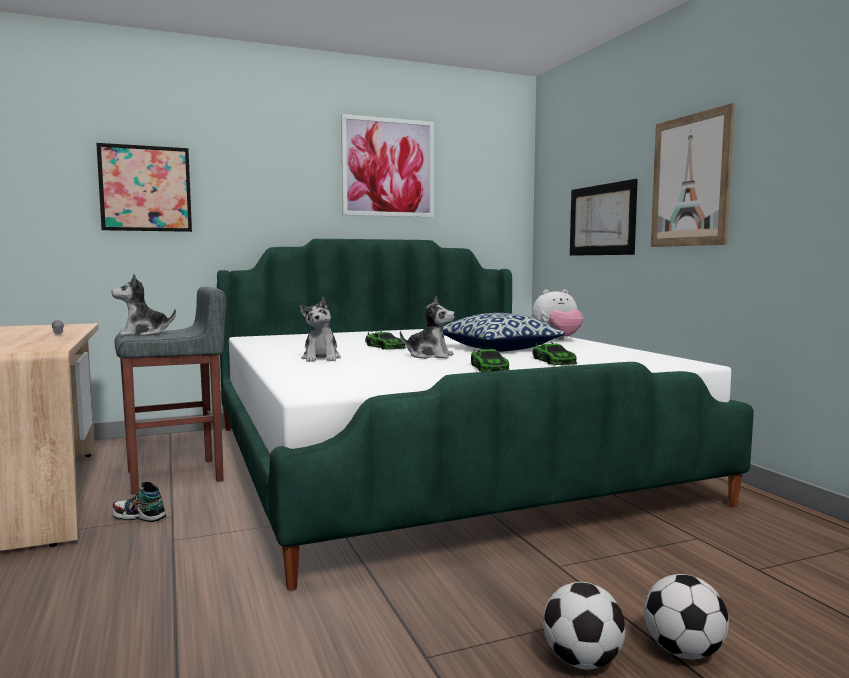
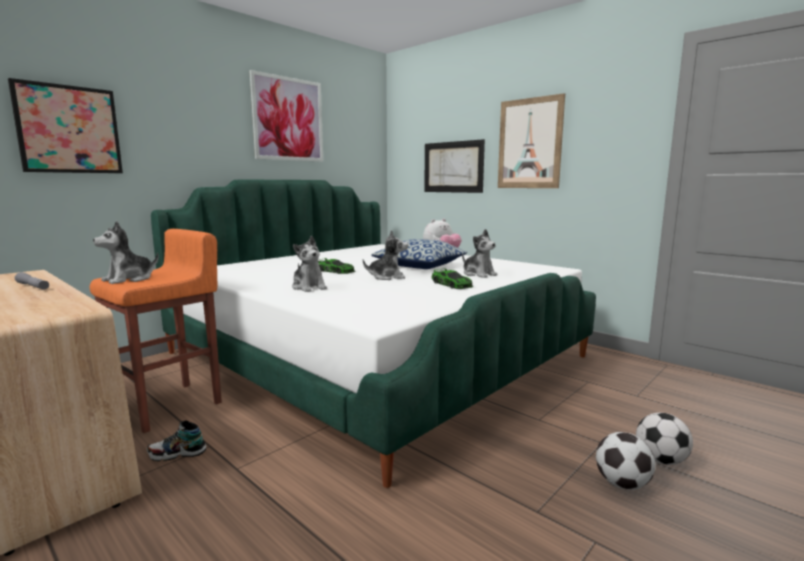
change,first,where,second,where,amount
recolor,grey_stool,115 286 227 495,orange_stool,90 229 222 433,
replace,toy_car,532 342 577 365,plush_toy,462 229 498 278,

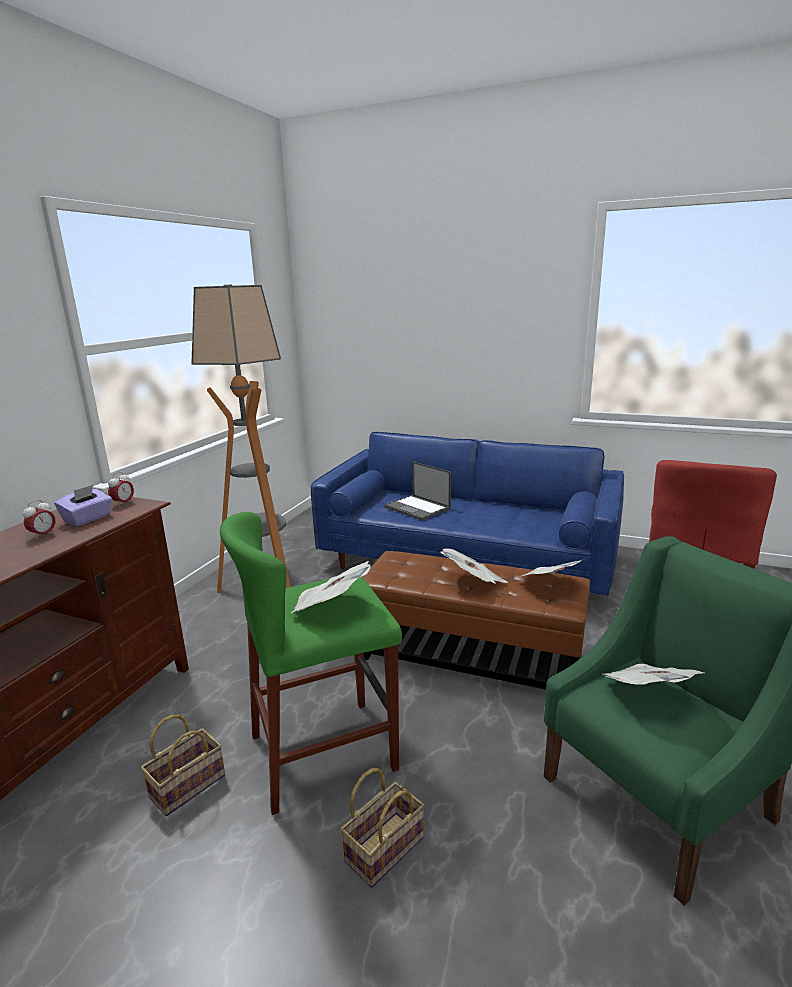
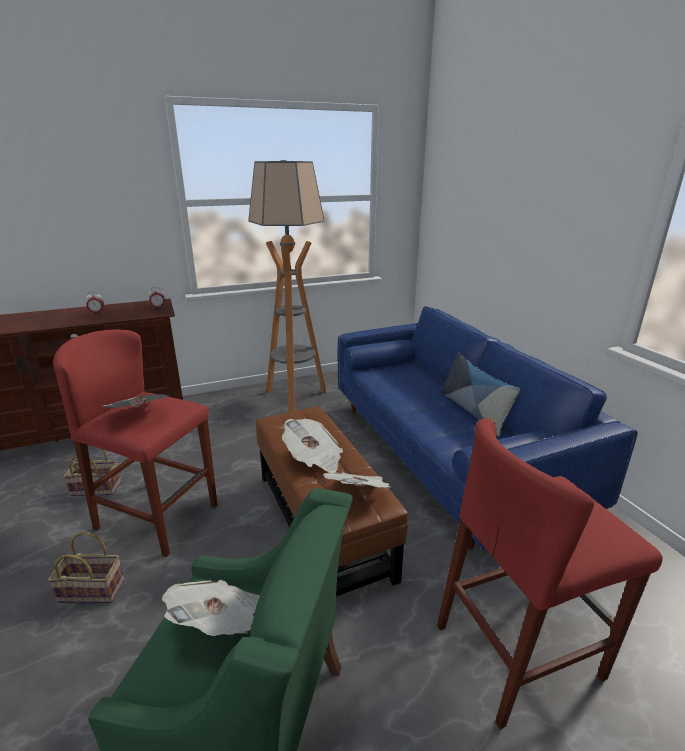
change,first,where,second,where,amount
delete,purple_tissue_box,55 485 112 526,,,
recolor,green_stool,220 512 402 815,red_stool,53 329 218 557,
delete,laptop,385 461 451 521,,,
insert,,,pillow,440 353 520 436,

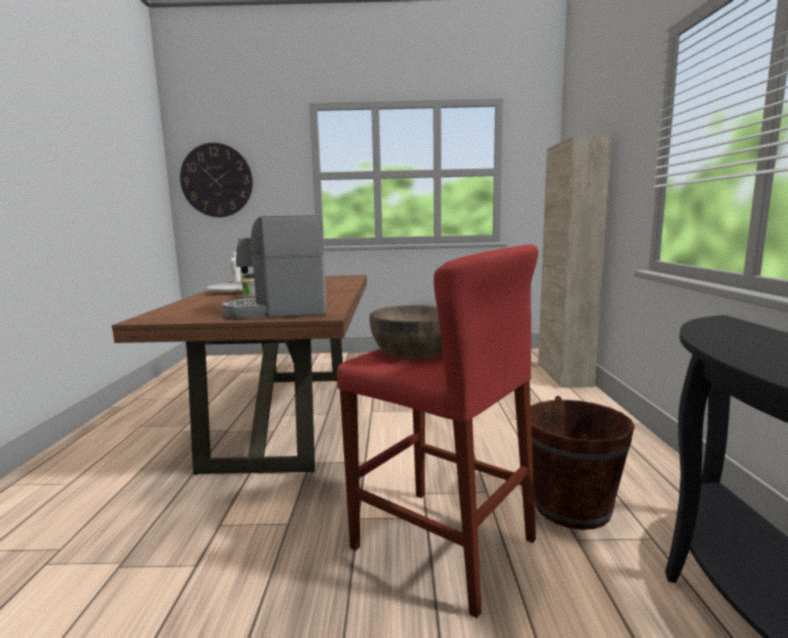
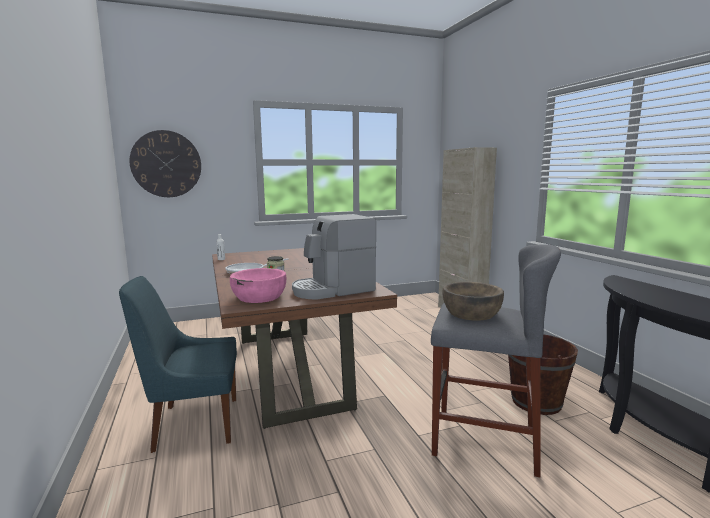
change,first,where,second,where,amount
recolor,red_stool,337 244 538 618,grey_stool,431 244 561 477,
insert,,,blue_chair,119 276 237 453,
insert,,,pink_bowl,230 268 286 303,

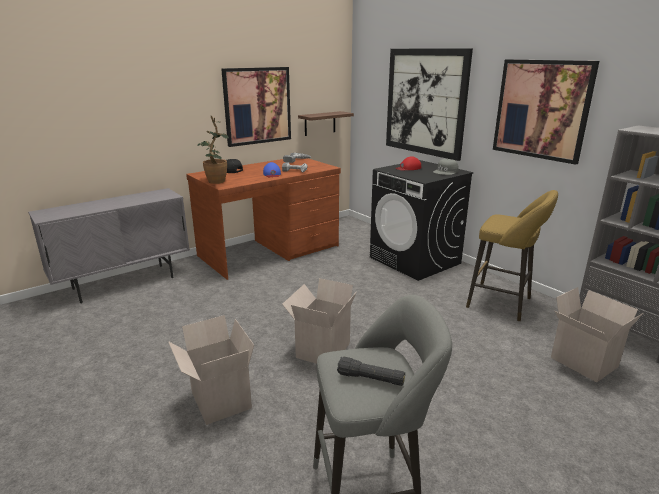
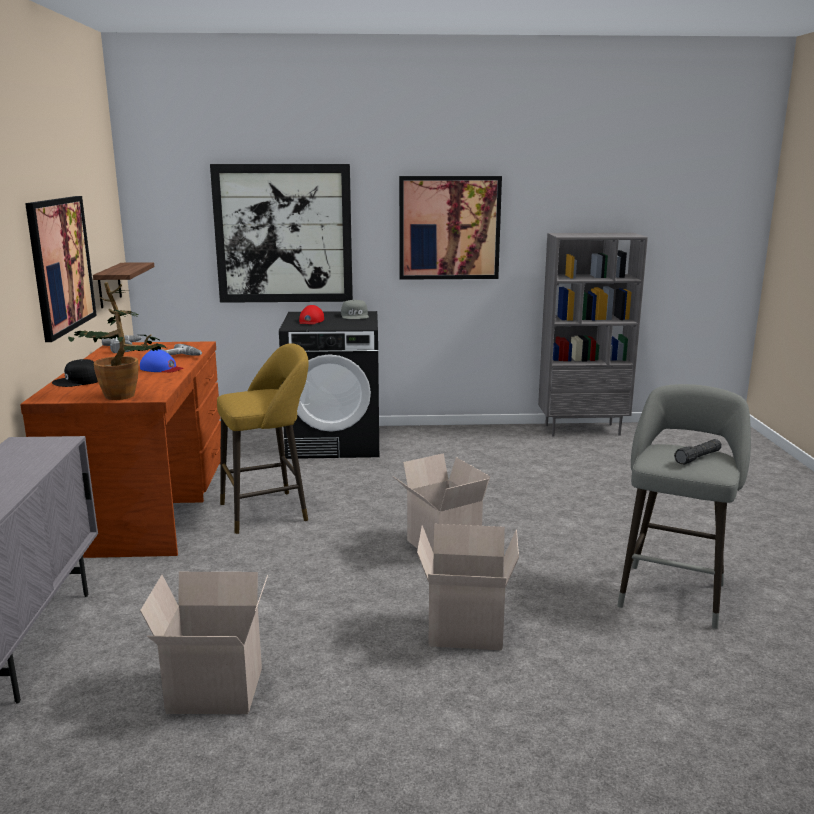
change,first,where,second,where,amount
move,yellow_stool,466 190 558 321,,217 343 309 534,
move,cardboard_box,551 287 643 382,,140 572 268 714,

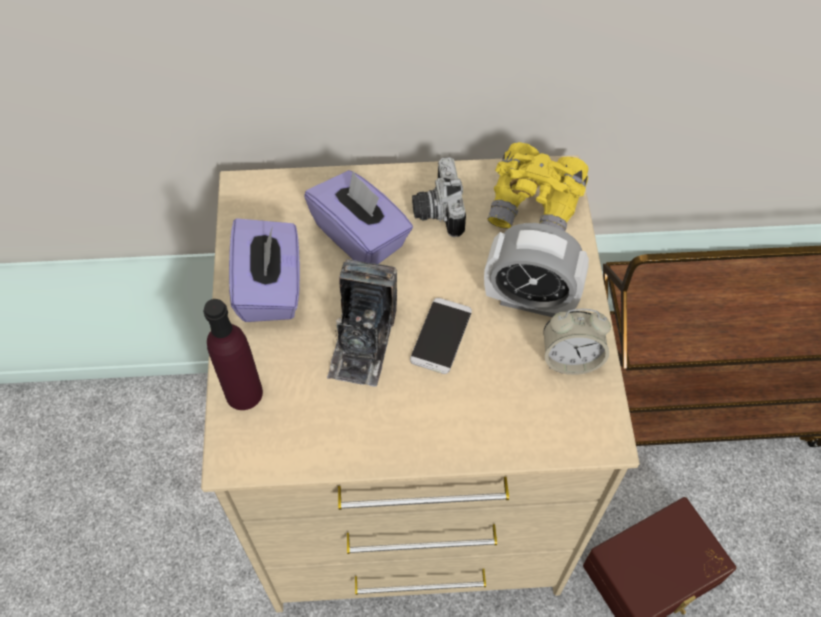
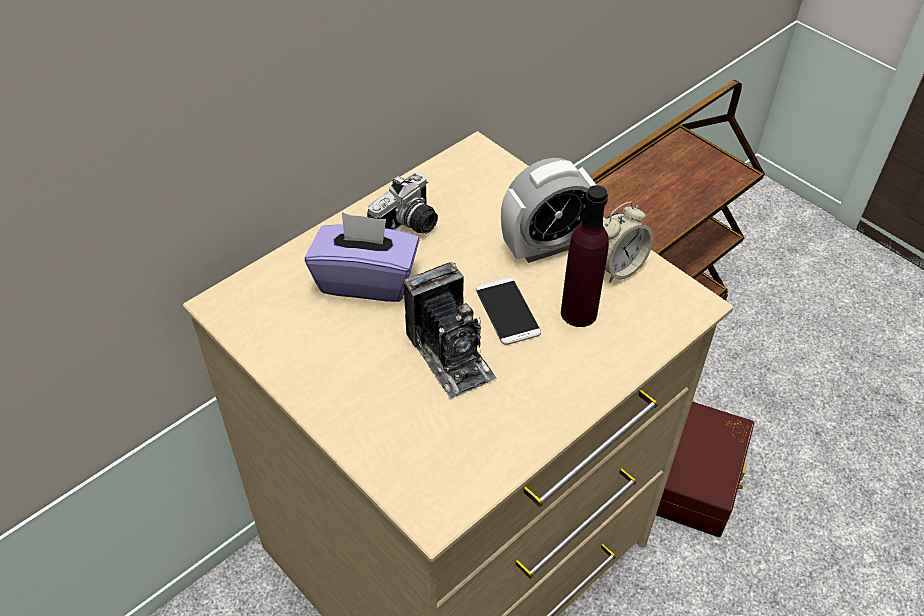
change,first,where,second,where,amount
move,purple_bottle,203 299 263 410,,561 185 609 327,
delete,purple_tissue_box,229 218 300 322,,,
rotate,photo_camera,412 157 466 237,,367 172 438 234,90 degrees counterclockwise
delete,yellow_binoculars,488 142 589 231,,,

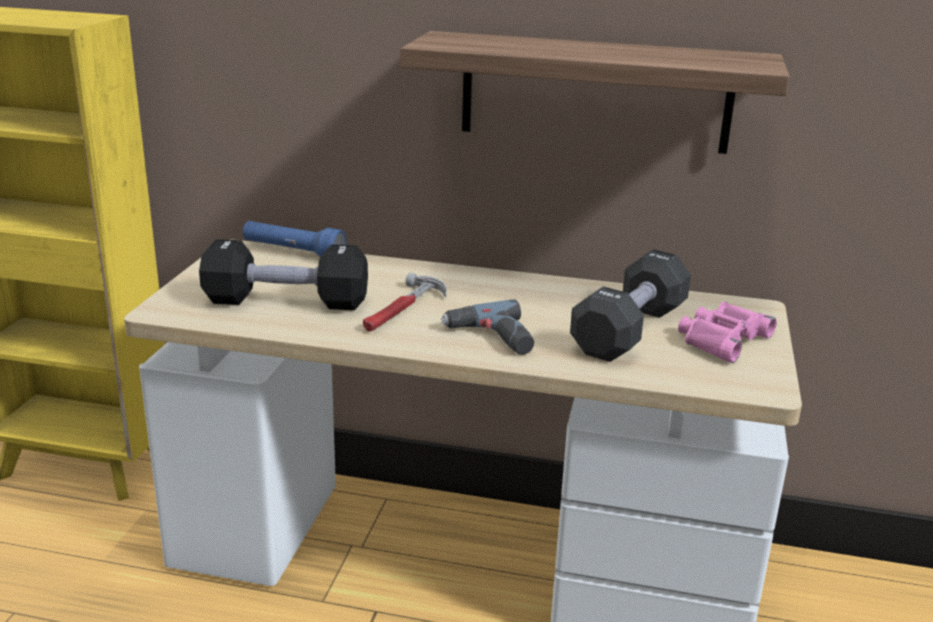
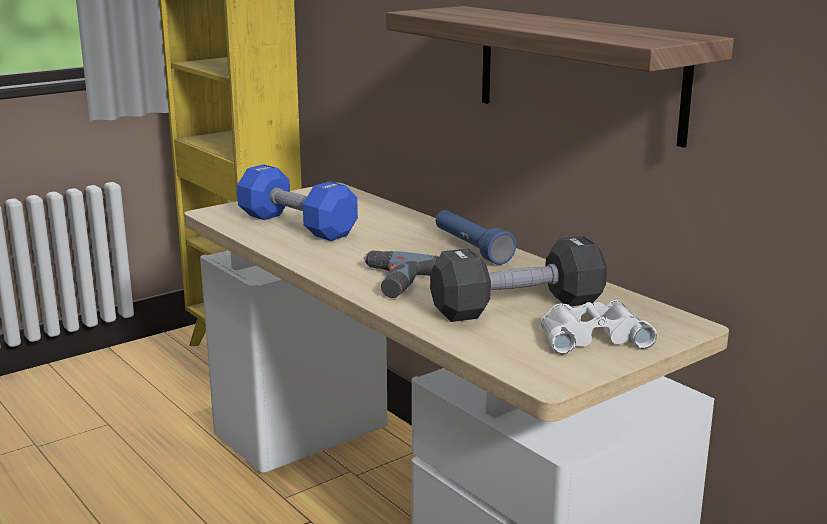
change,first,where,second,where,amount
recolor,black_dumbbell,199 239 368 310,blue_dumbbell,237 164 358 241,
move,blue_flashlight,243 221 347 258,,436 210 516 265,
delete,hammer,363 273 446 332,,,
recolor,pink_binoculars,678 302 777 363,white_binoculars,541 300 657 354,

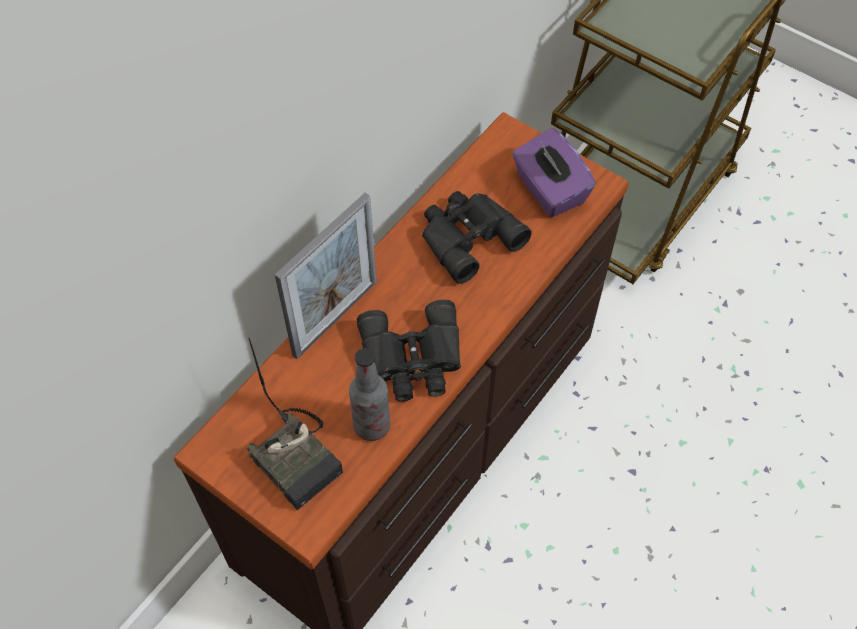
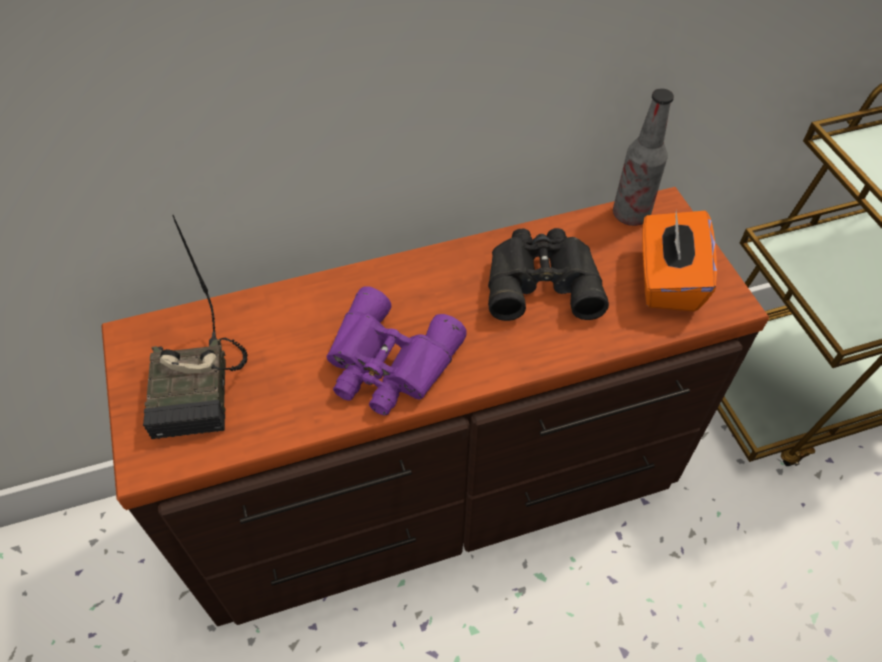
change,first,where,second,where,amount
delete,picture_frame,275 193 377 359,,,
move,bottle,349 348 390 441,,613 88 674 226,
recolor,black_binoculars,357 300 461 402,purple_binoculars,327 286 467 415,
recolor,purple_tissue_box,512 128 596 217,orange_tissue_box,642 211 717 312,

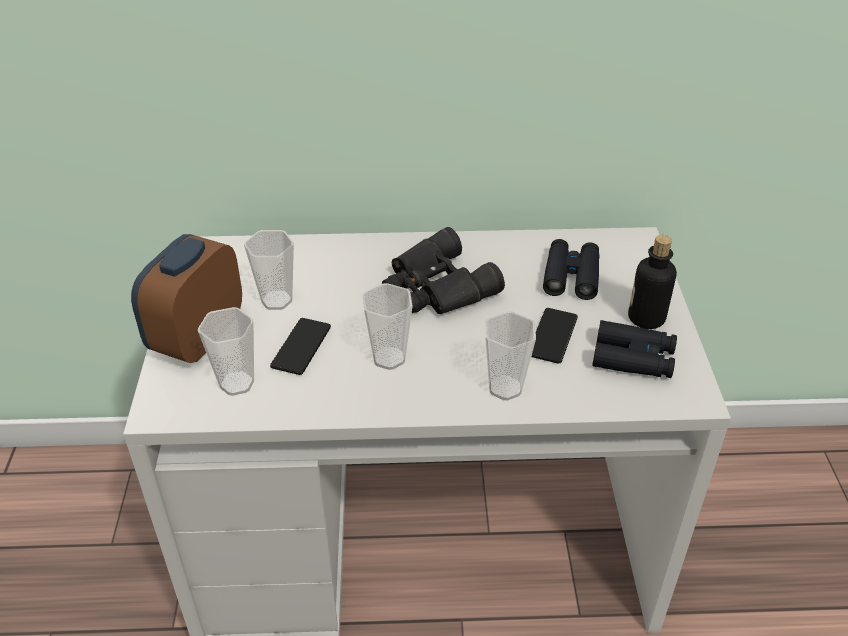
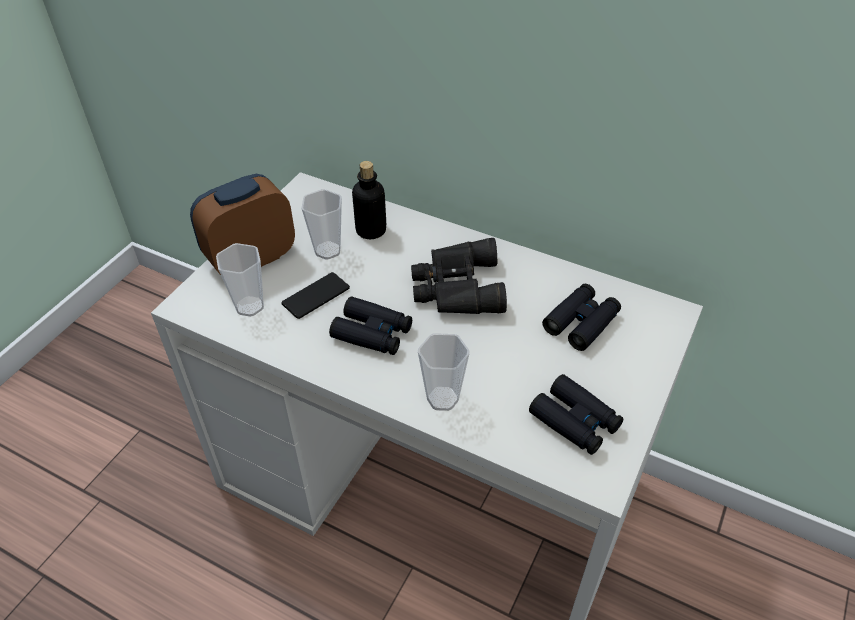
change,first,where,second,where,amount
replace,cup,362 283 413 370,black_binoculars,329 296 412 355,
delete,phone,531 308 578 364,,,
move,bottle,628 235 677 329,,352 161 387 239,

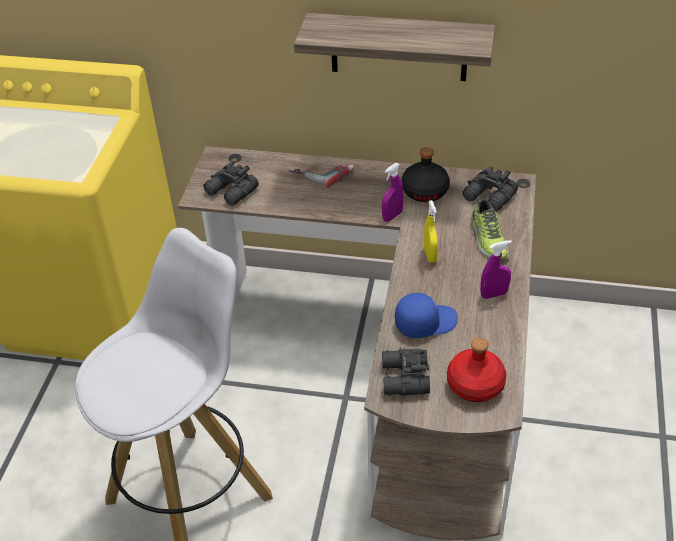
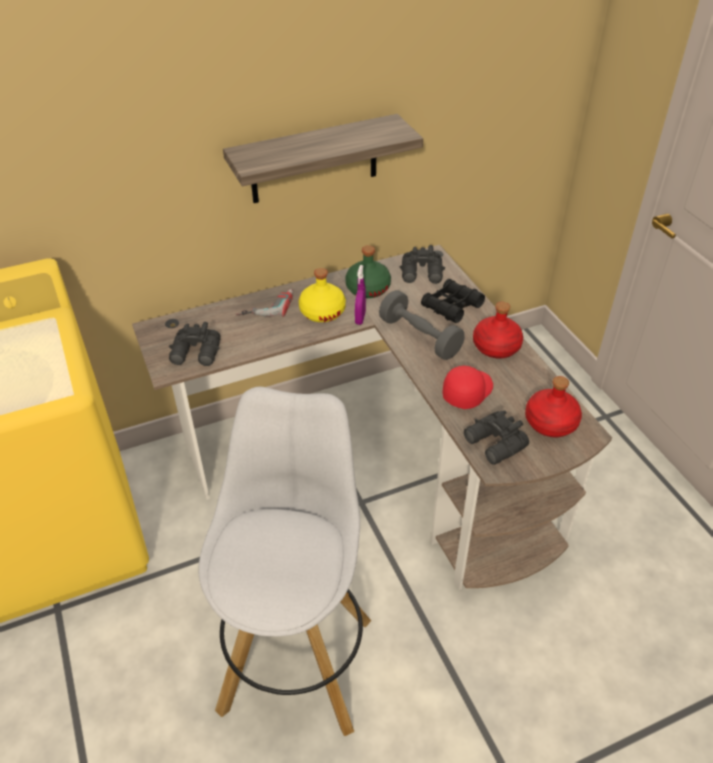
change,first,where,second,where,amount
recolor,blue_cap,395 293 458 338,red_cap,442 365 493 409,
recolor,black_bottle,402 147 450 202,green_bottle,345 245 391 298,
replace,yellow_spray_bottle,424 200 438 263,grey_dumbbell,379 290 465 360,
replace,shoe,471 198 509 259,black_binoculars,421 279 485 323,
replace,purple_spray_bottle,480 240 512 299,red_bottle,473 302 523 358,
insert,,,yellow_bottle,299 268 346 322,

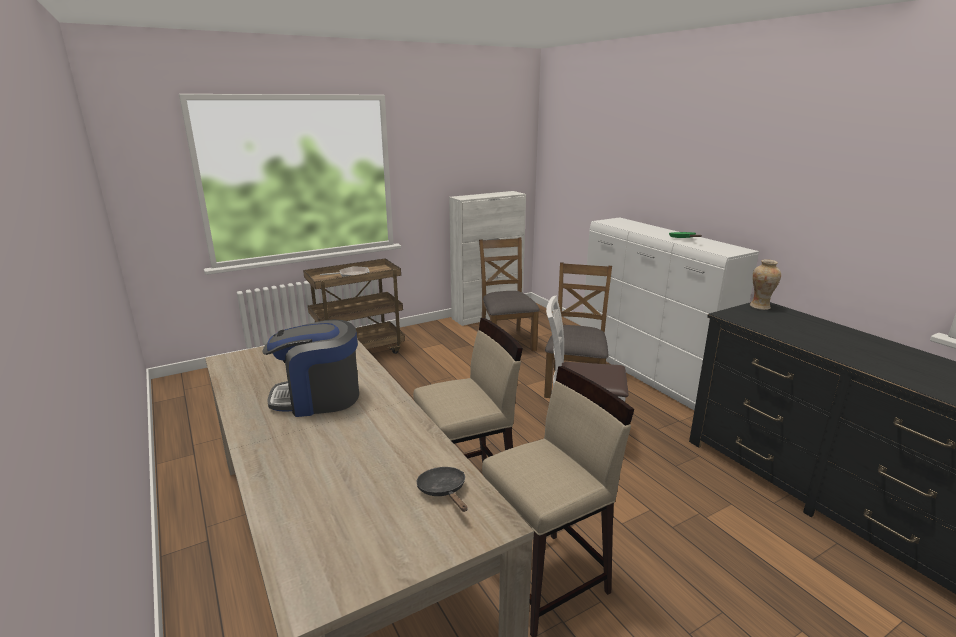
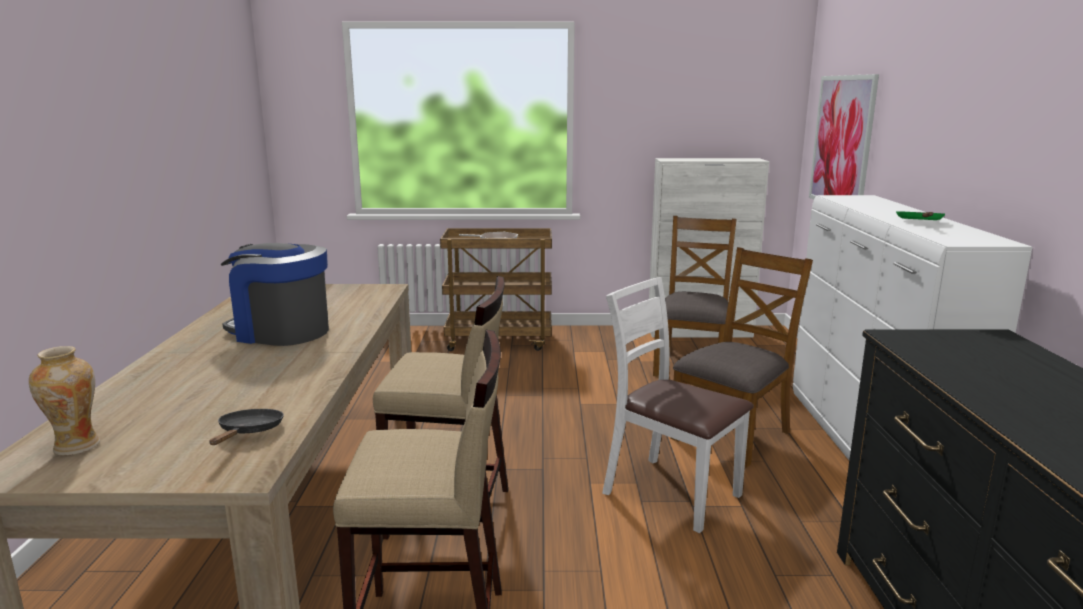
change,first,where,second,where,amount
move,vase,750 259 781 310,,29 346 100 456,
insert,,,picture,809 74 879 199,

